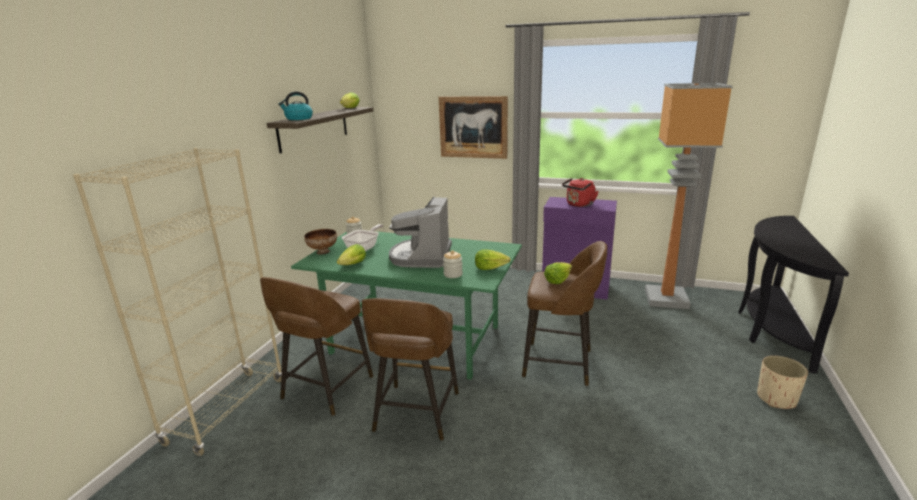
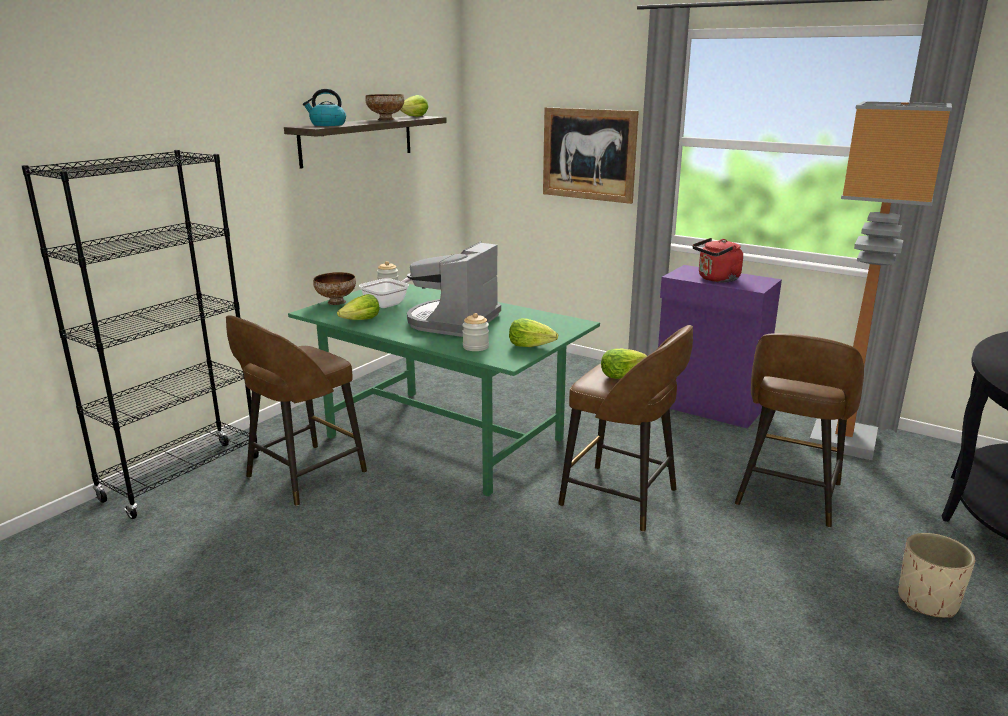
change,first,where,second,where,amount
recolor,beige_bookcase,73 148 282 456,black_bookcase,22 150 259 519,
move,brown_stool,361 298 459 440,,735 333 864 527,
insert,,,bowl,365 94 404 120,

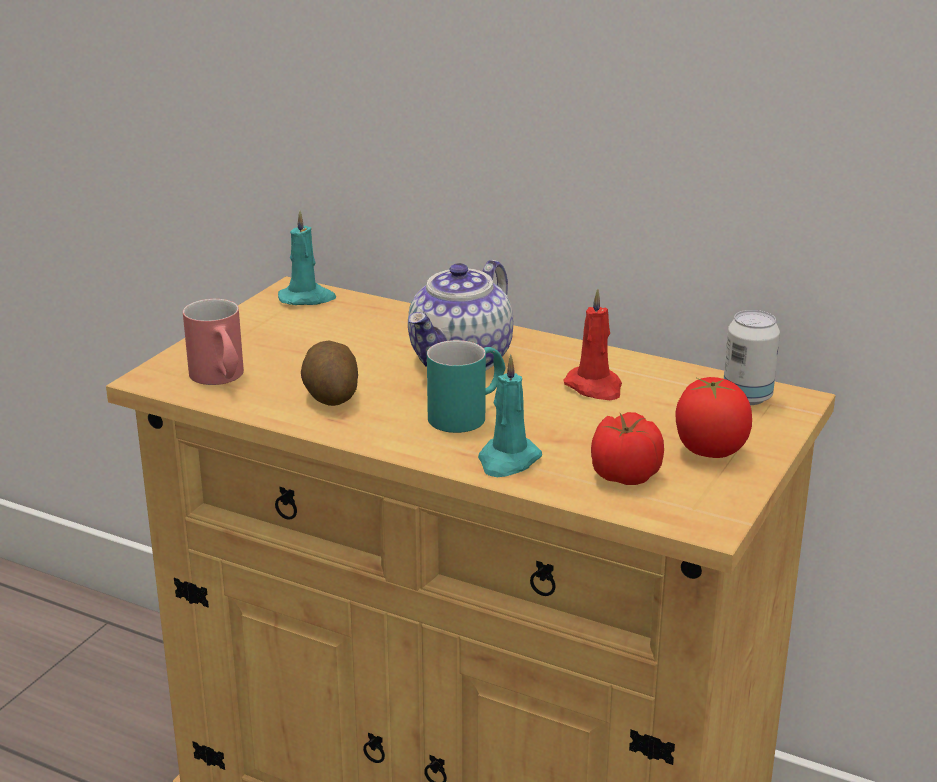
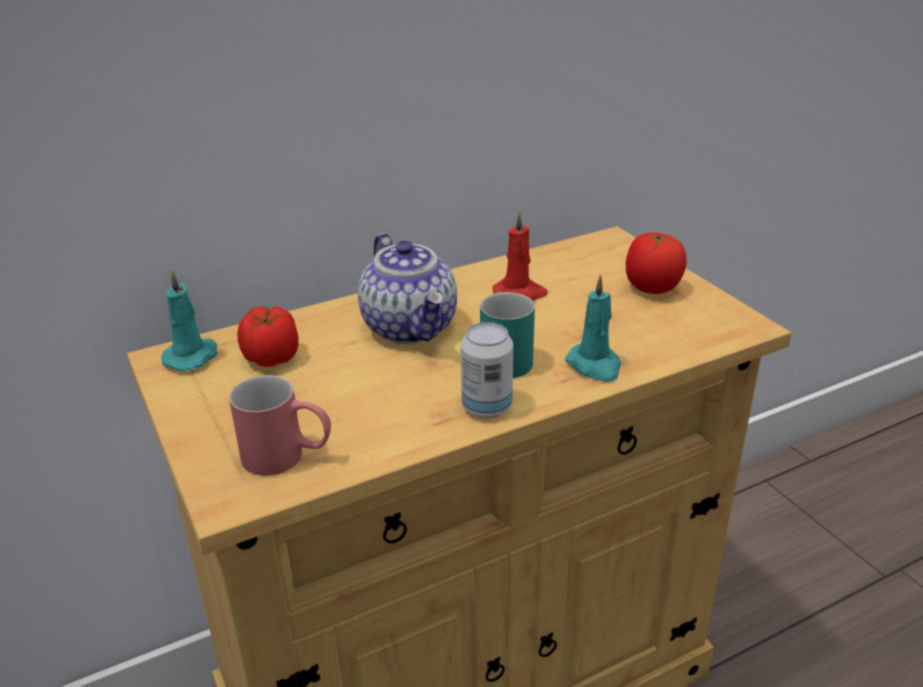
change,first,where,second,where,amount
delete,potato,301 340 358 406,,,
move,tomato,591 412 664 485,,237 307 299 367,
move,can,724 310 780 405,,461 322 513 418,

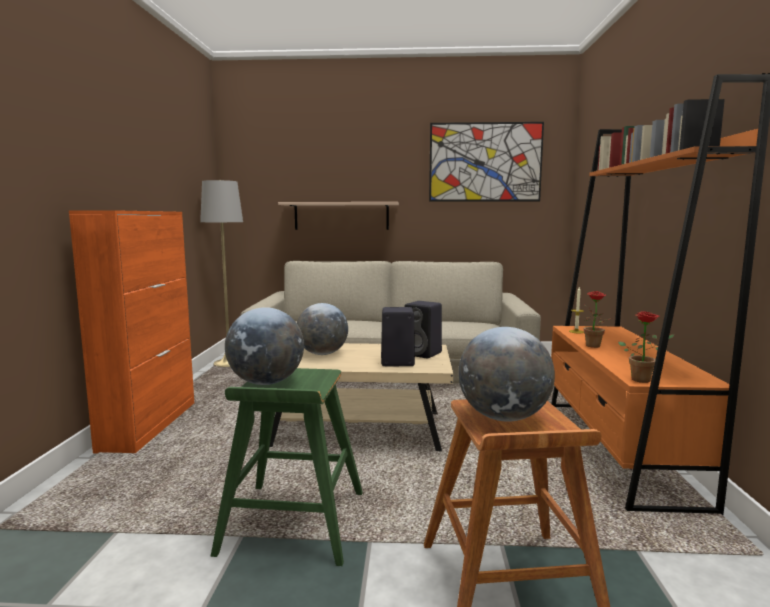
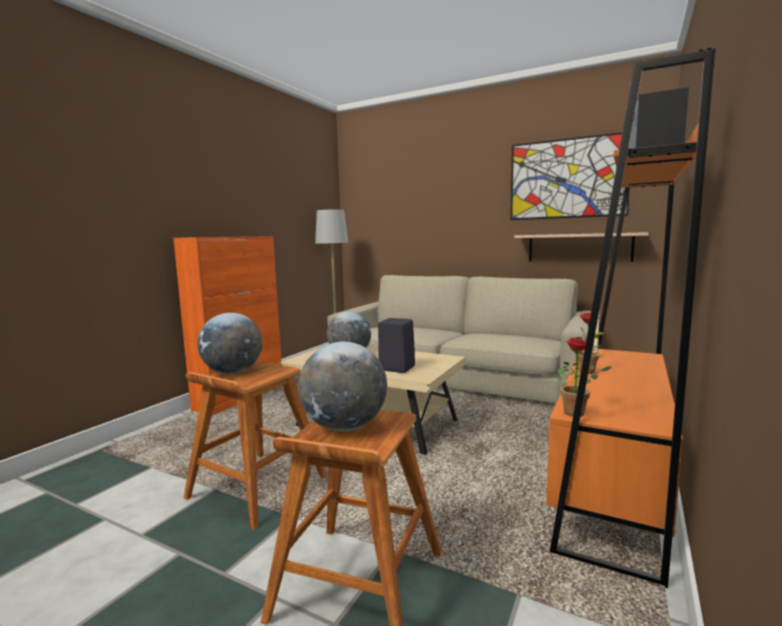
change,first,where,second,where,amount
recolor,green_stool,210 368 363 566,brown_stool,184 361 326 530,
move,shelf,278 202 399 230,,514 232 649 262,
delete,black_speaker,404 301 442 358,,,

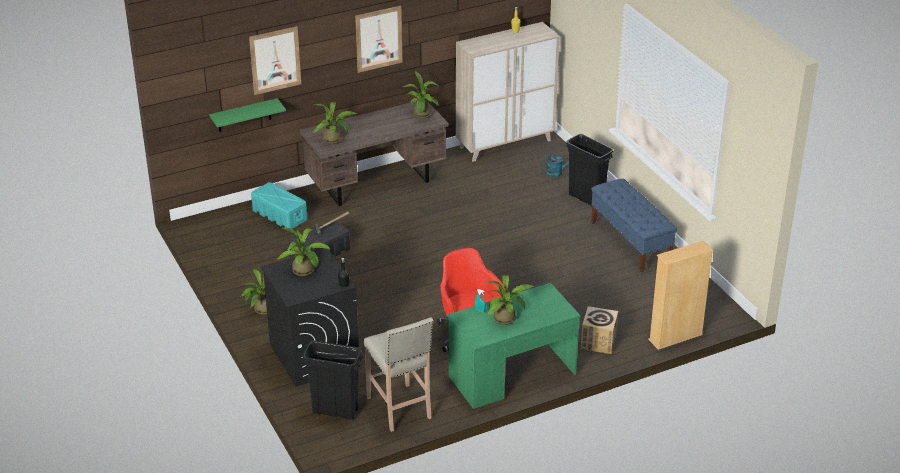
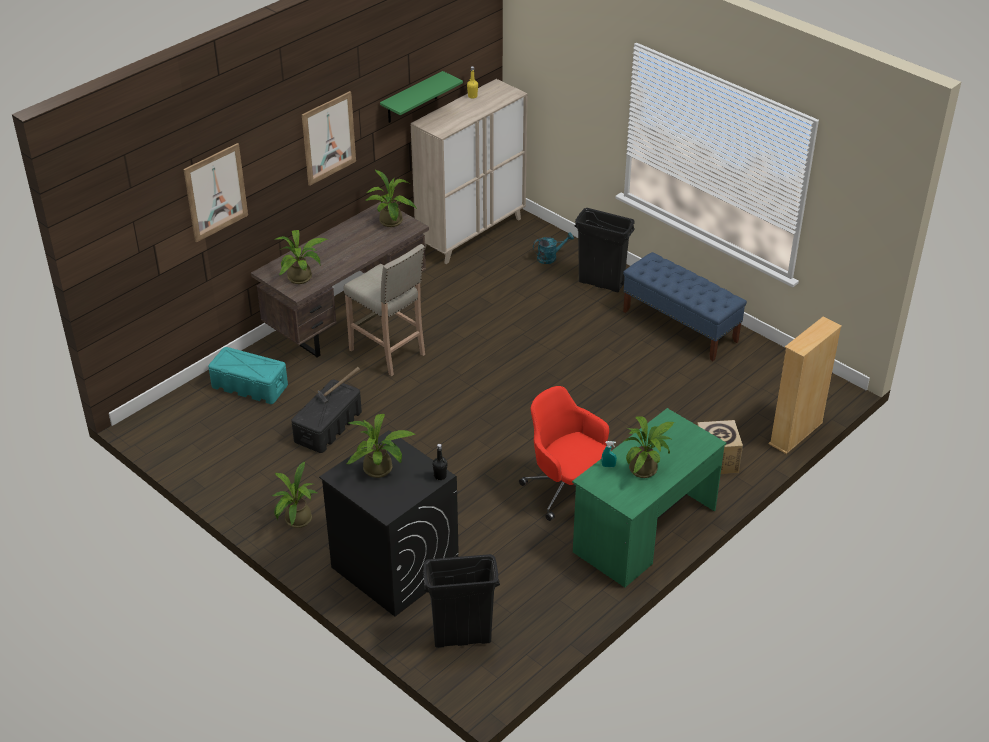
change,first,where,second,where,amount
move,green_shelf,209 98 286 132,,380 71 463 123,
move,beige_stool,364 317 433 432,,344 244 425 376,

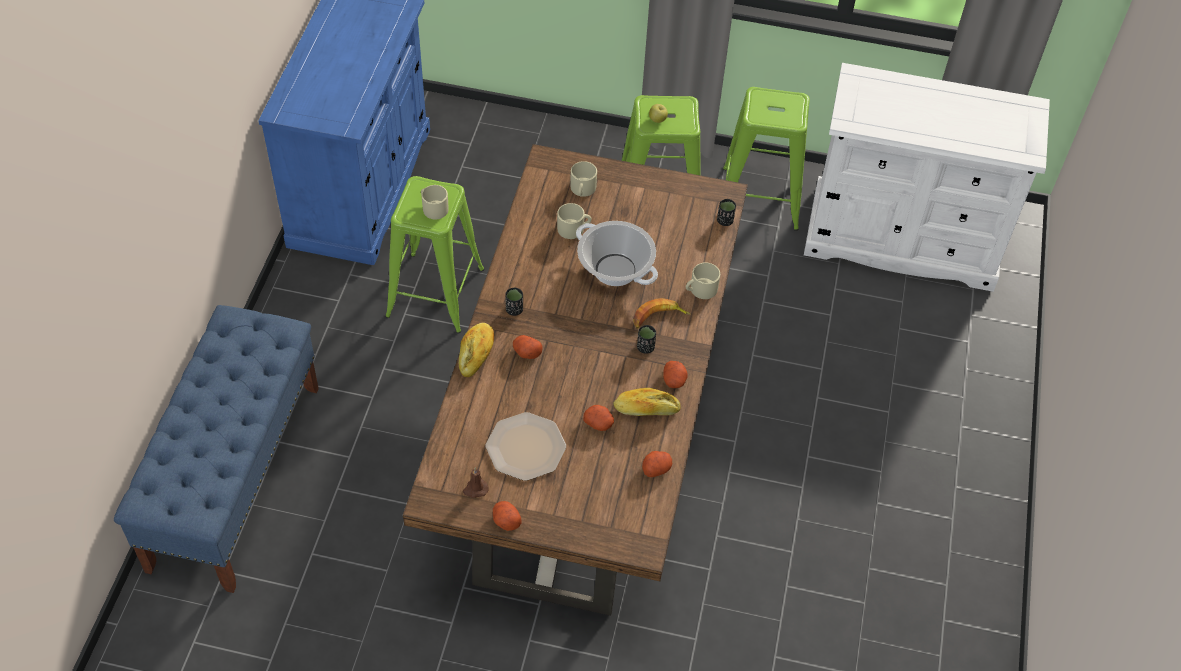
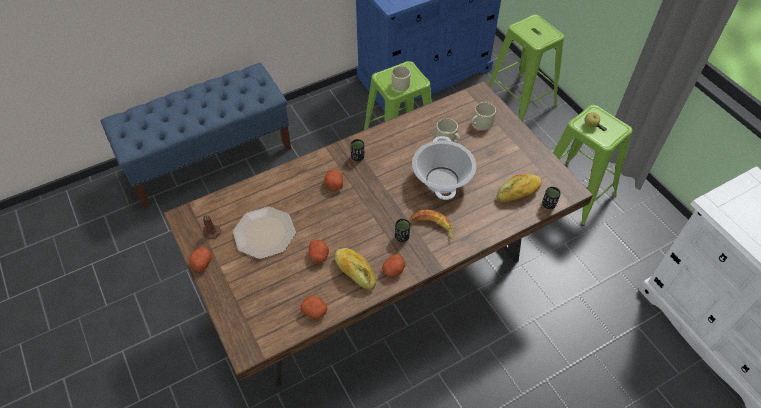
change,first,where,second,where,amount
move,bread,459 323 494 377,,497 174 542 202,
delete,beige_mug,686 262 720 299,,,
move,green_stool,723 87 810 231,,488 14 564 121,

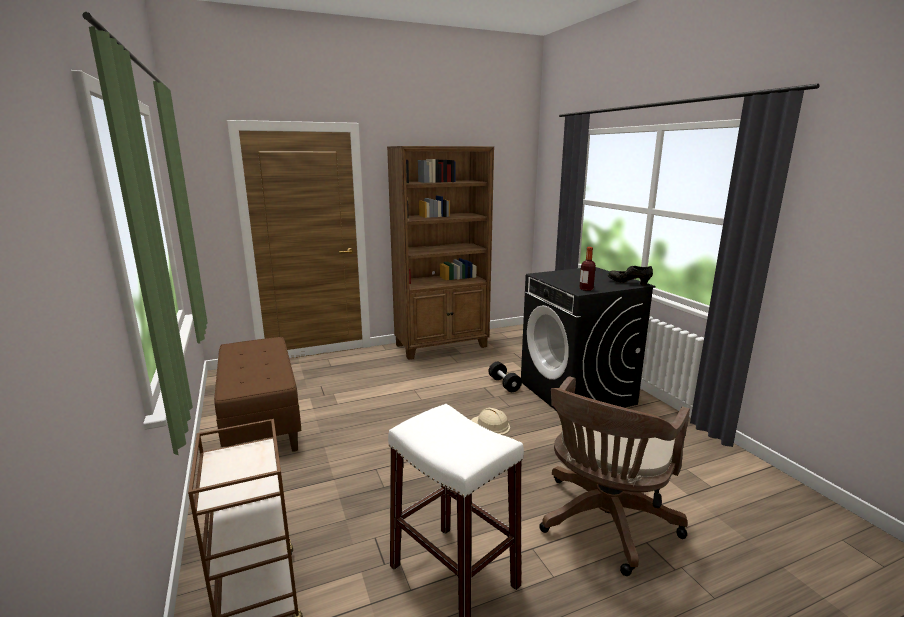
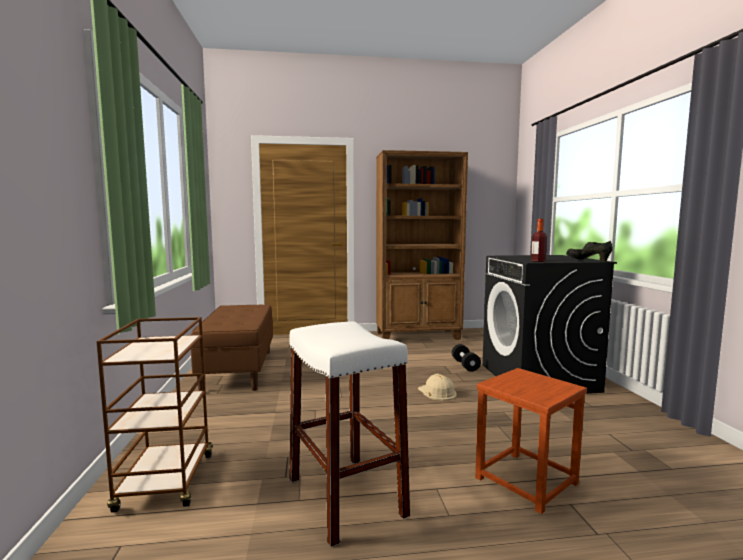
change,first,where,second,where,amount
replace,brown_office_chair,539 376 690 576,brown_stool,475 368 587 514,

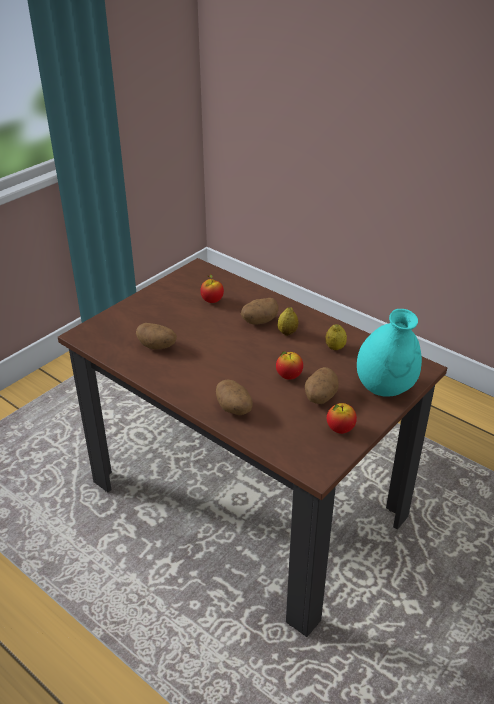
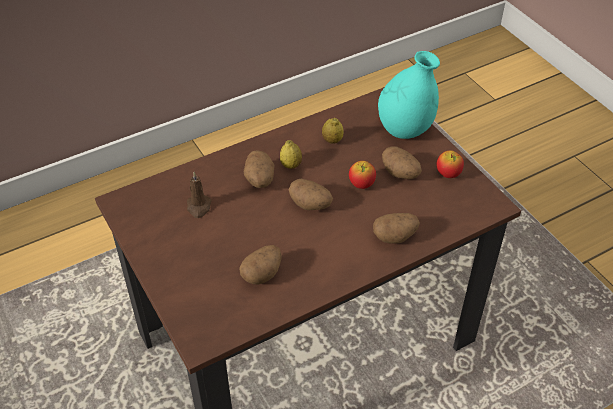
change,first,where,second,where,amount
replace,apple,200 274 224 303,brown_candle,187 172 212 218,
insert,,,potato,289 179 333 210,

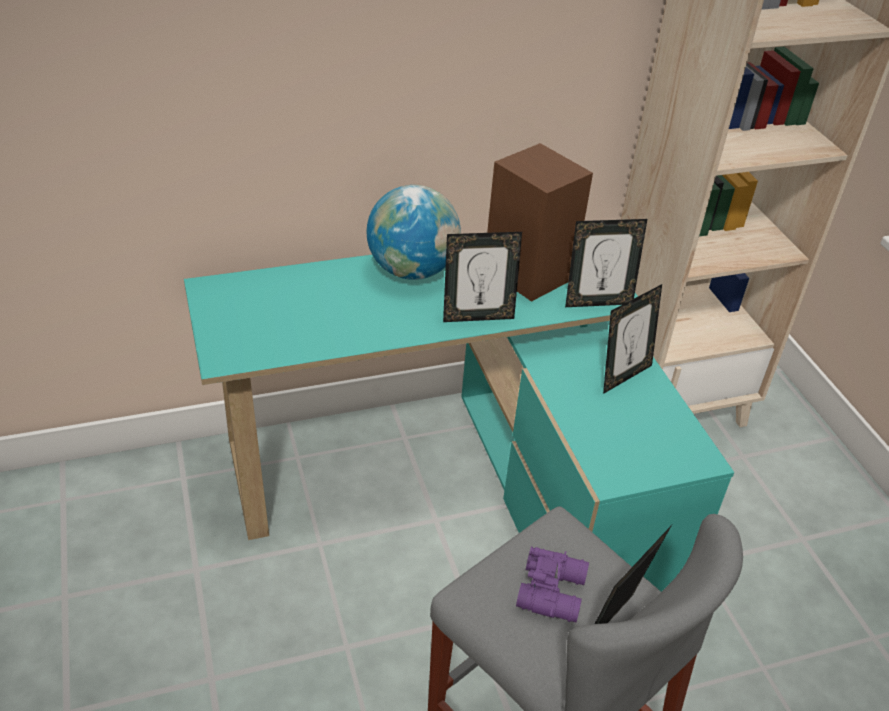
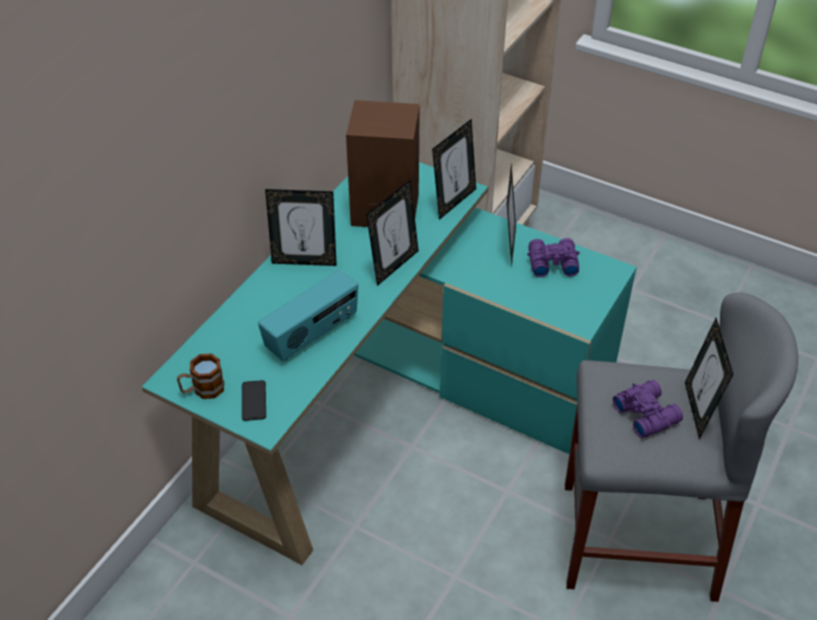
change,first,where,second,where,amount
replace,globe,367 185 461 280,picture_frame,265 189 337 266,
insert,,,mug,177 354 224 399,
insert,,,phone,242 380 266 421,
insert,,,radio,258 270 358 361,
insert,,,purple_binoculars,527 238 580 277,

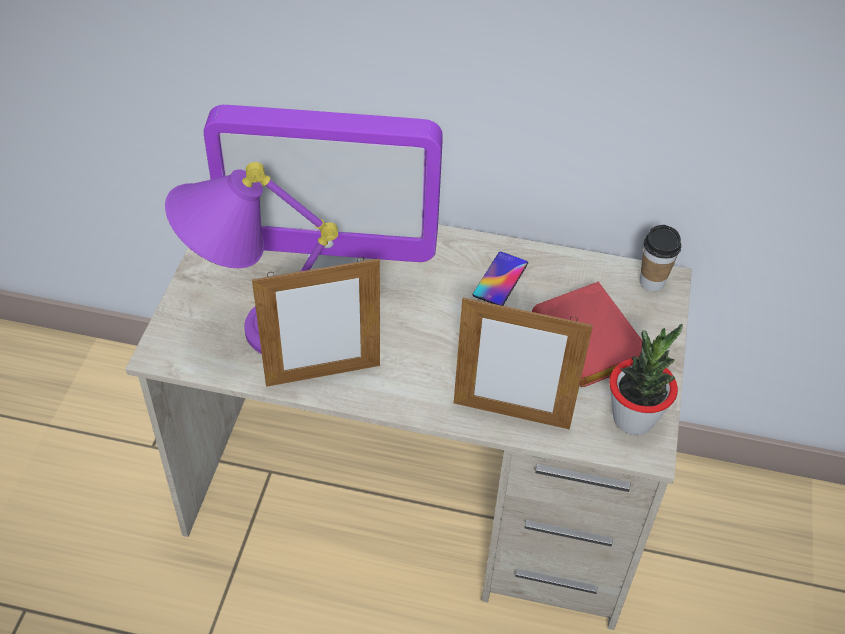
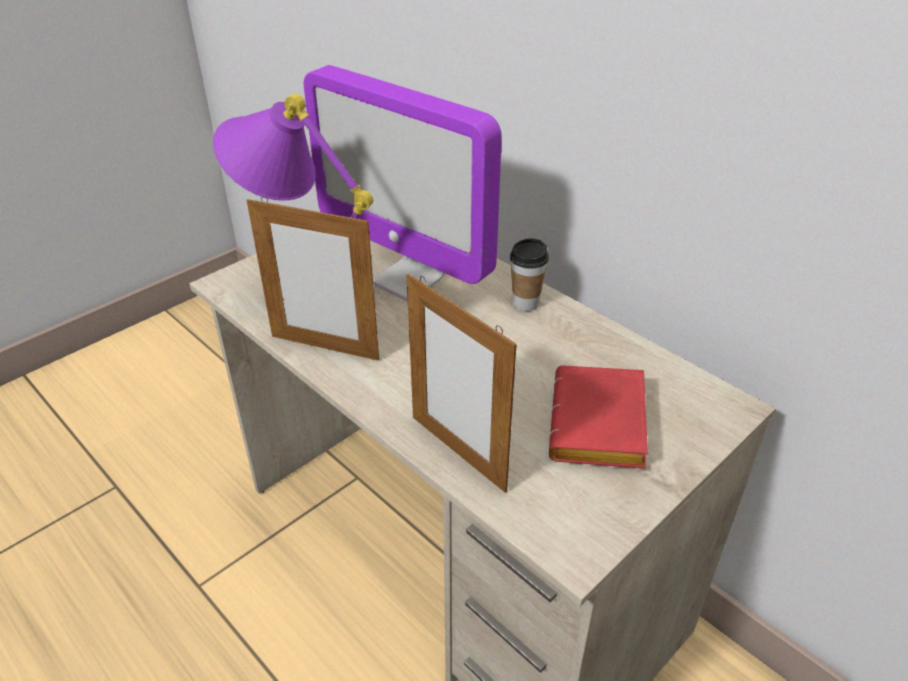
change,first,where,second,where,amount
delete,phone,473 252 528 306,,,
delete,potted_plant,609 324 683 435,,,
move,cup,640 225 681 292,,510 238 549 311,

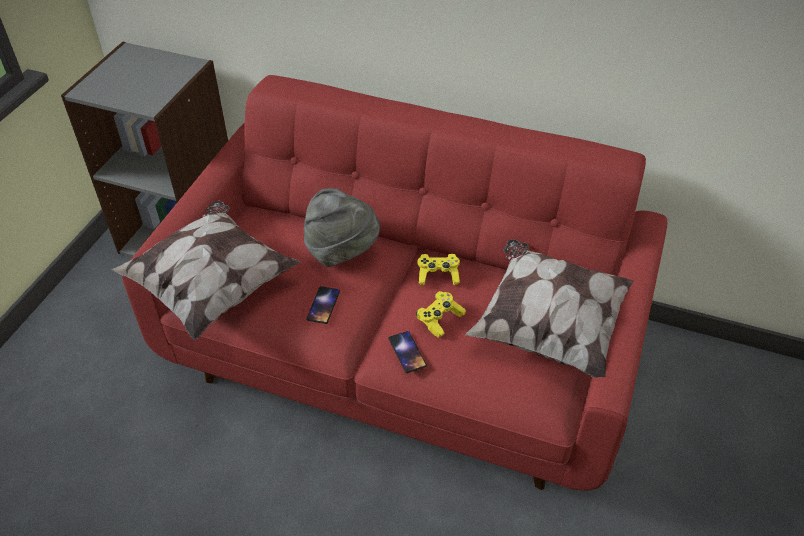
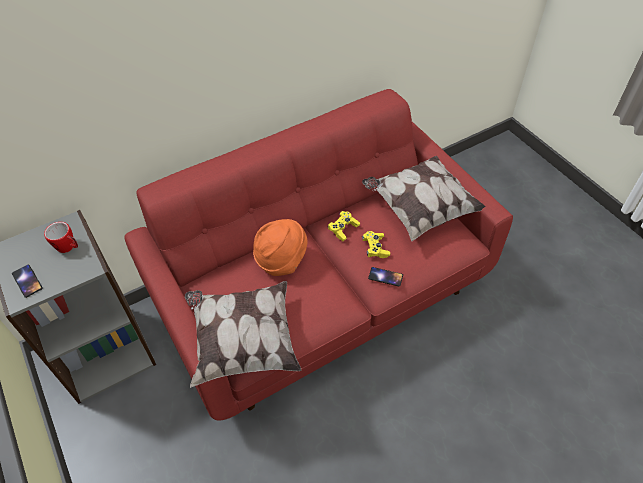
change,first,where,second,where,amount
recolor,grey_hat,304 188 380 267,orange_hat,253 219 308 276,
move,phone,306 286 340 324,,12 264 43 298,
insert,,,mug,44 222 78 253,

